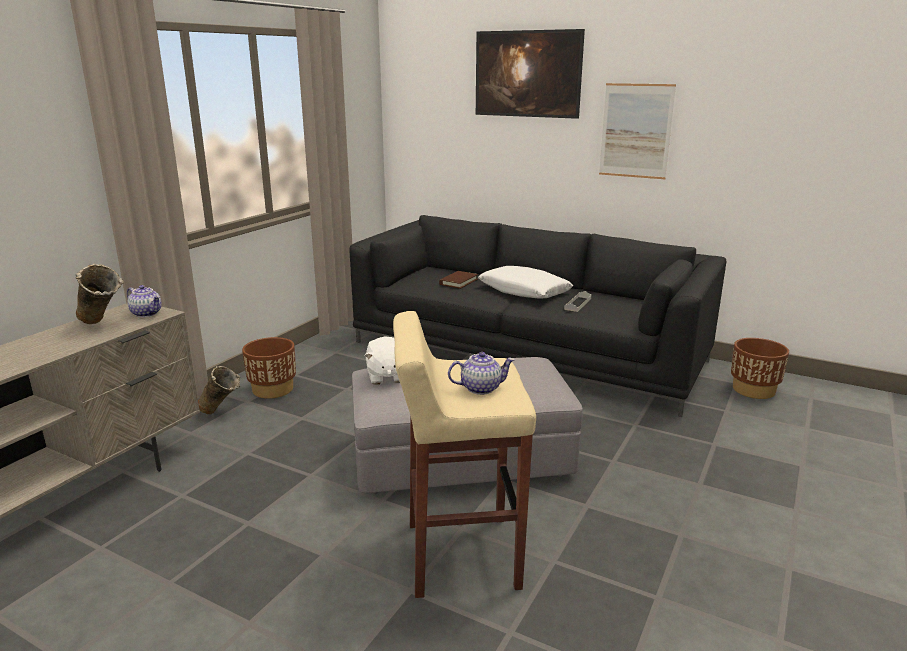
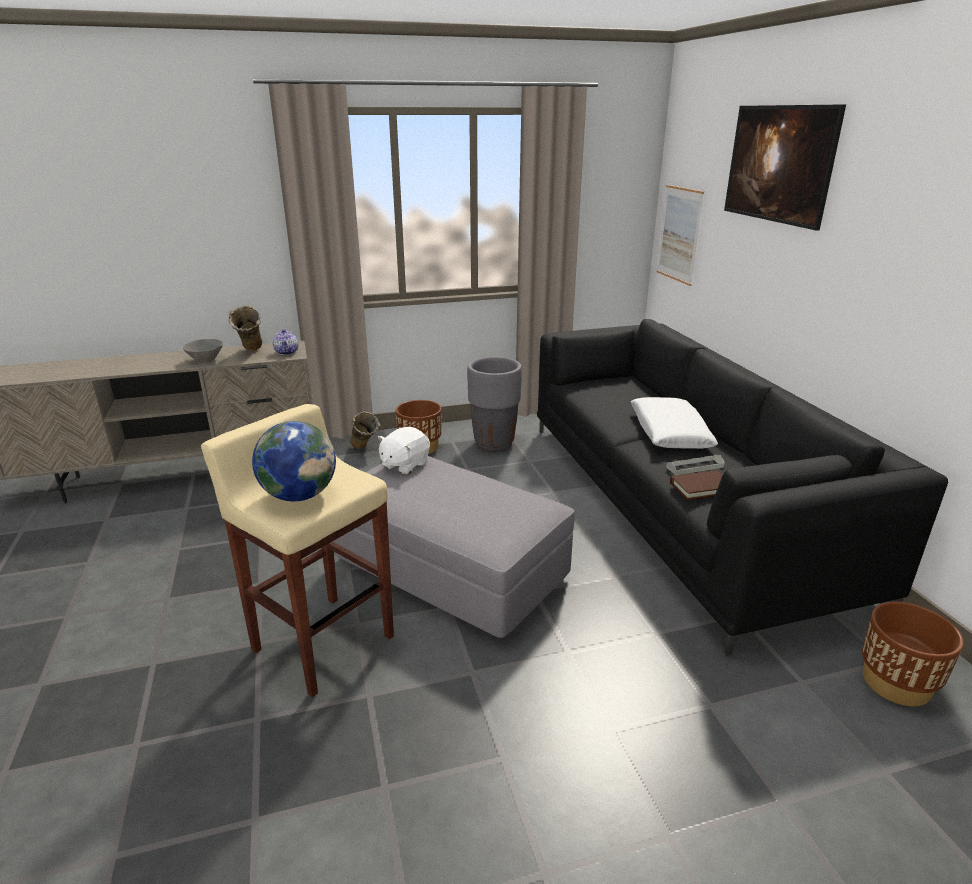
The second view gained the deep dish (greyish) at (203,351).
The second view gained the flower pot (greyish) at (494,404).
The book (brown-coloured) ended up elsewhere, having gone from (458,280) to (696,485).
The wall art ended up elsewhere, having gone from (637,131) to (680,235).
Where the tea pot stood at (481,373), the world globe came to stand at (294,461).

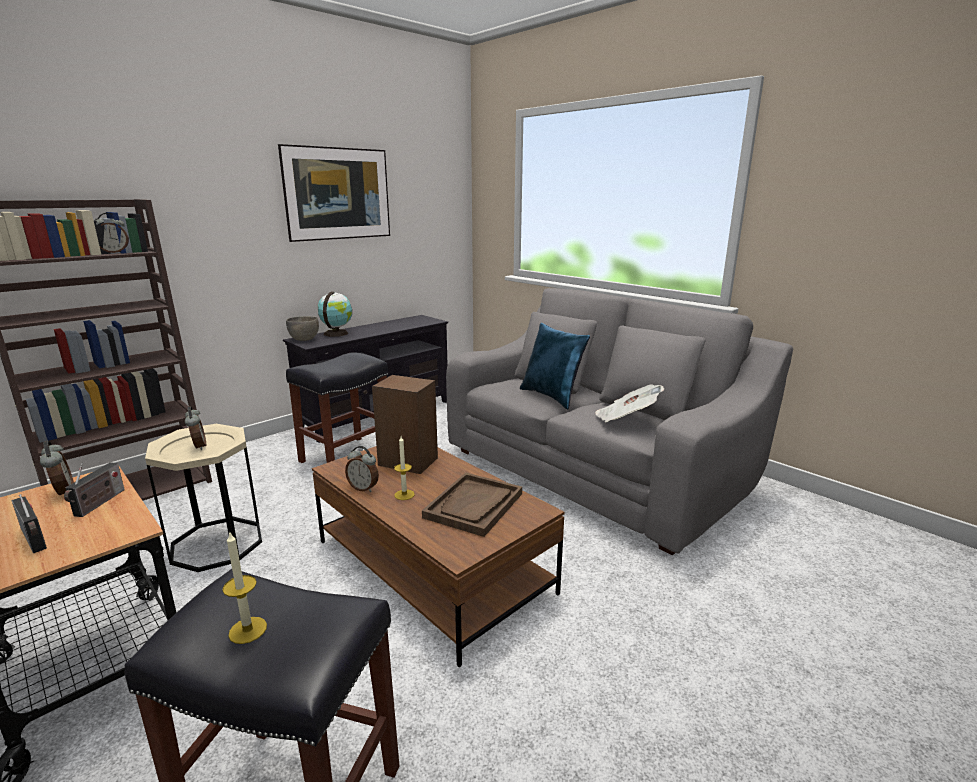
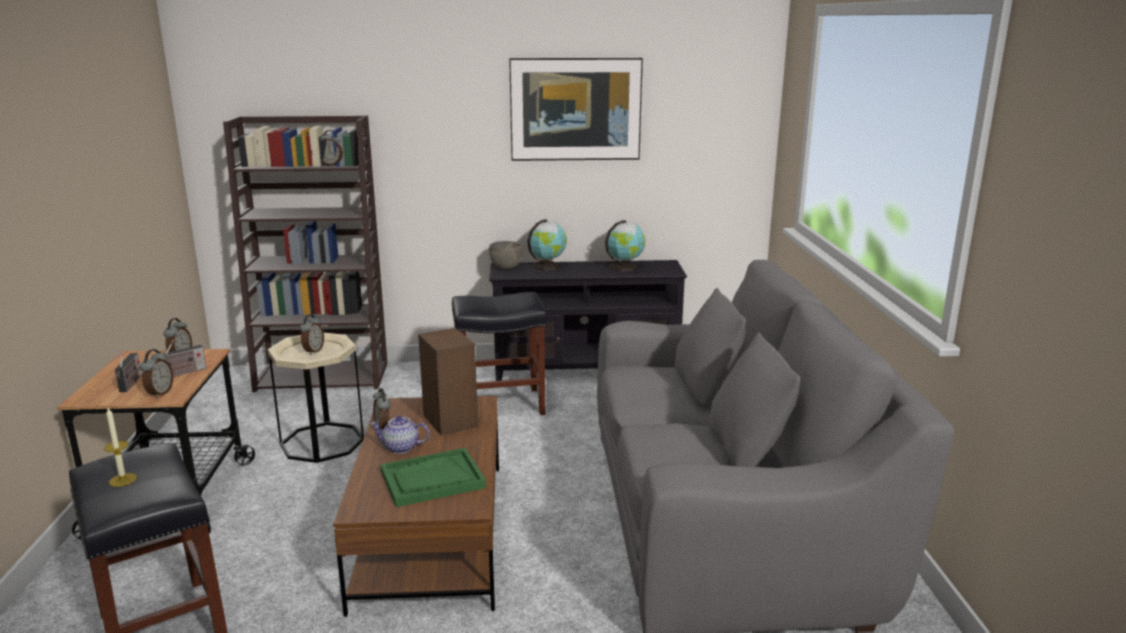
The second view lost the throw pillow (bluish) at (555,366).
The second view lost the newspaper at (629,403).
The second view gained the table clock at (156,373).
The second view gained the world globe at (625,246).
Where the wax candle stood at (404,468), the tea pot came to stand at (400,434).
What was the carrying tray (brown-coloured) at (472,505) turned into the carrying tray (green) at (433,477).

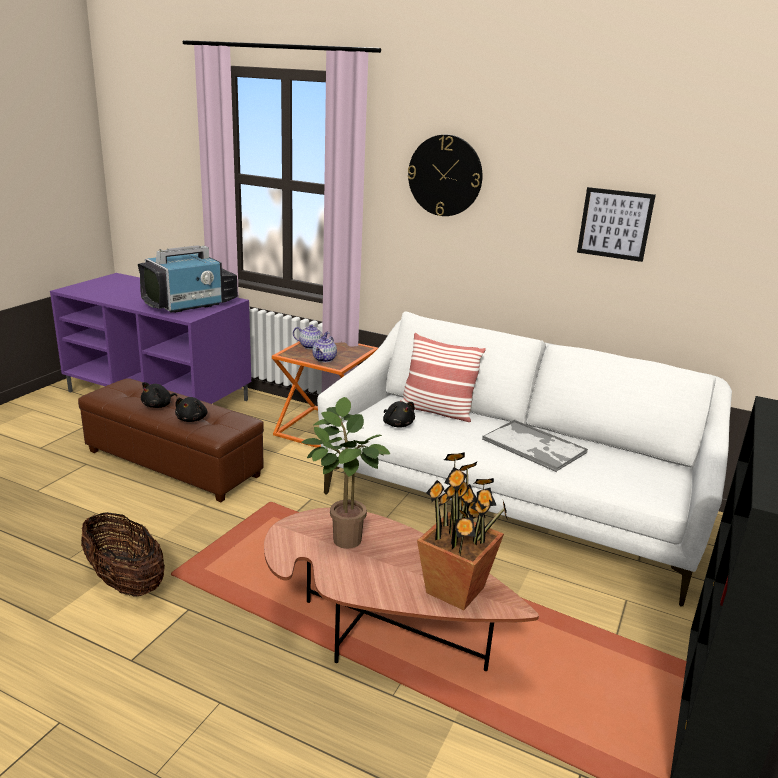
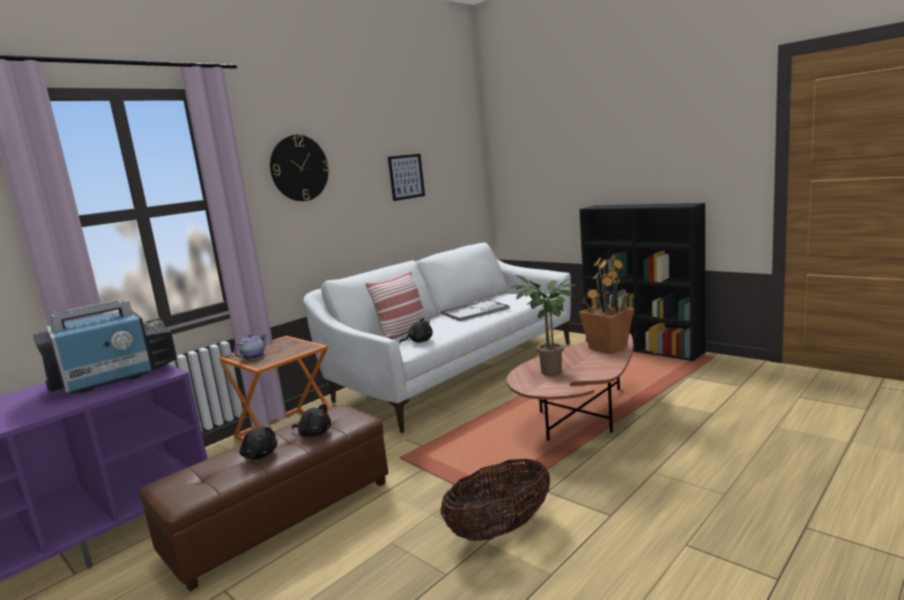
The second view lost the tea pot at (324,349).
The TV set at (188,279) ended up facing another way, 75 degrees clockwise from before.

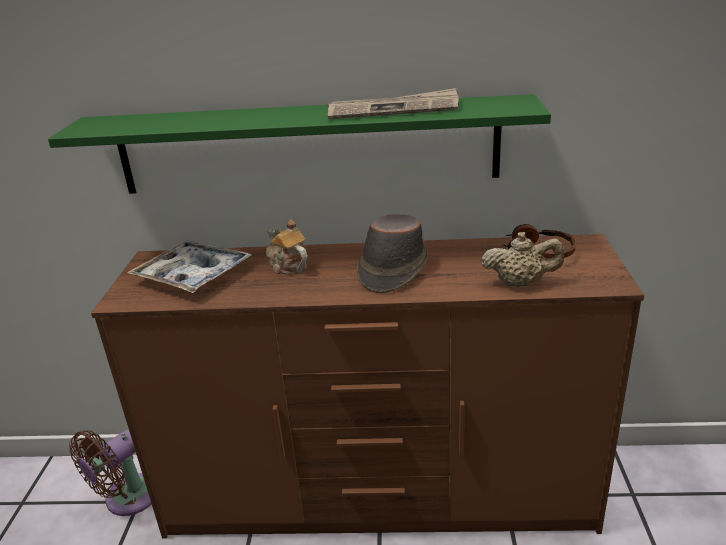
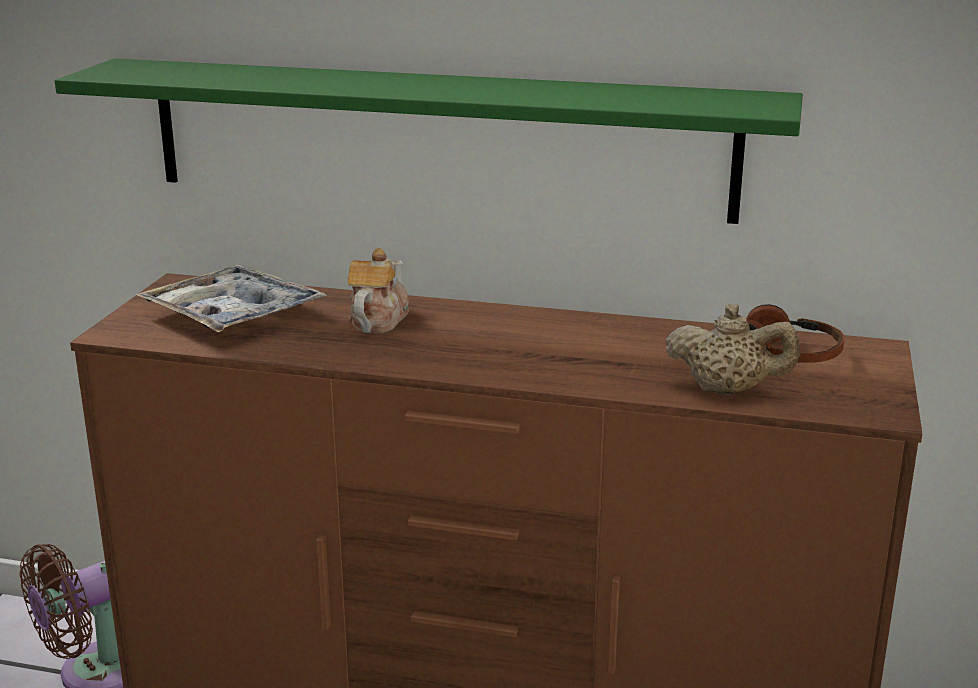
The second view lost the newspaper at (393,103).
The second view lost the wearable hat (brown-coloured) at (392,253).
The tea pot at (286,247) ended up facing another way, 45 degrees clockwise from before.

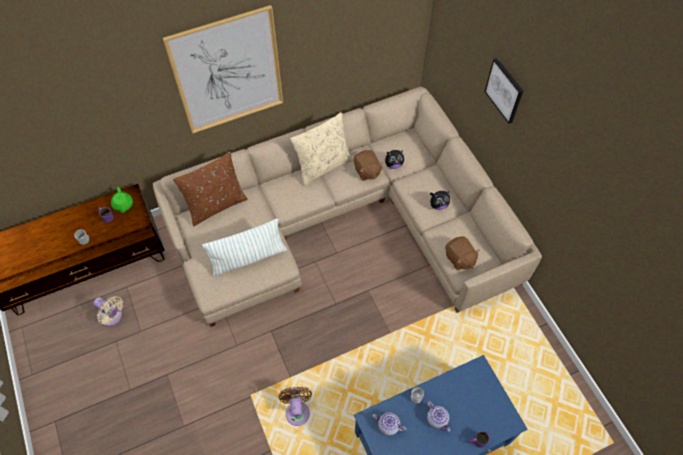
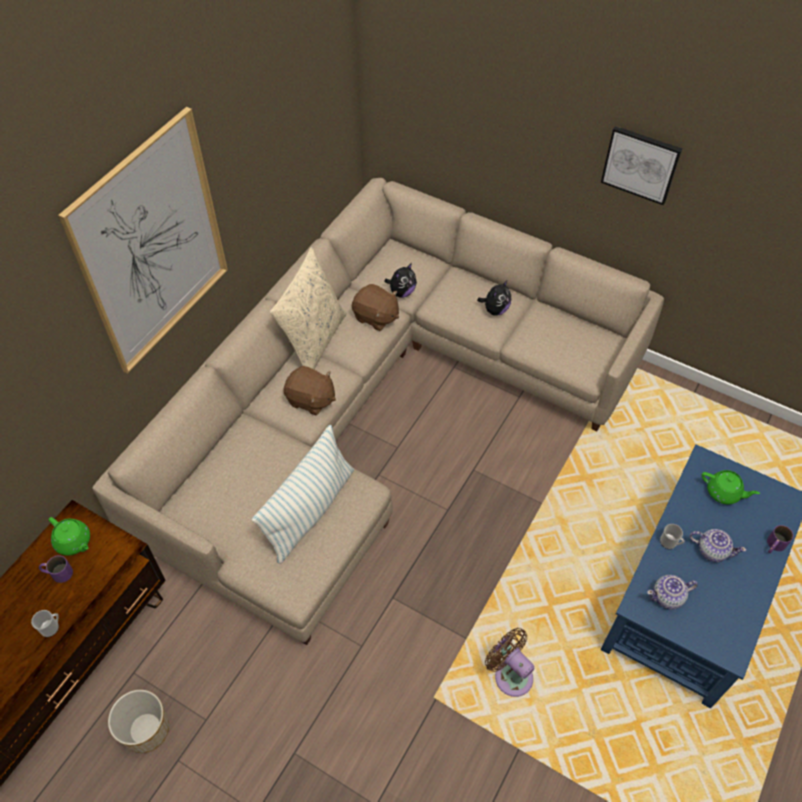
The second view lost the throw pillow (brown-coloured) at (210,189).
The second view gained the tea pot (green) at (730,487).
The plush toy (brown-coloured) ended up elsewhere, having gone from (462,253) to (310,390).
The wall art ended up elsewhere, having gone from (504,91) to (641,165).
Where the cooling fan (beige-coloured) stood at (108,311), the flower pot came to stand at (138,721).

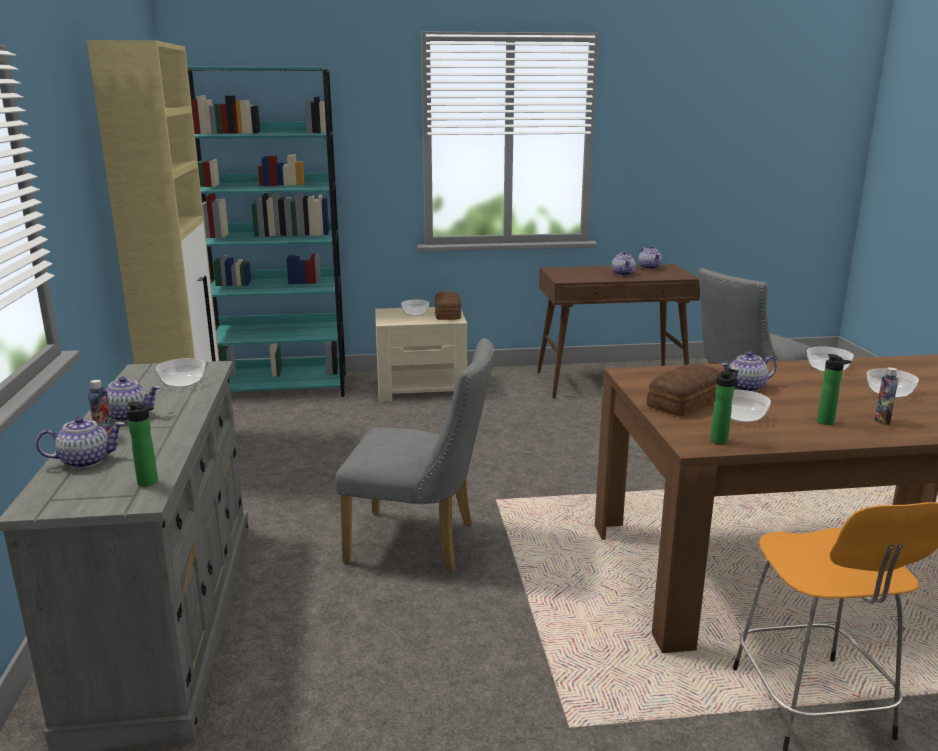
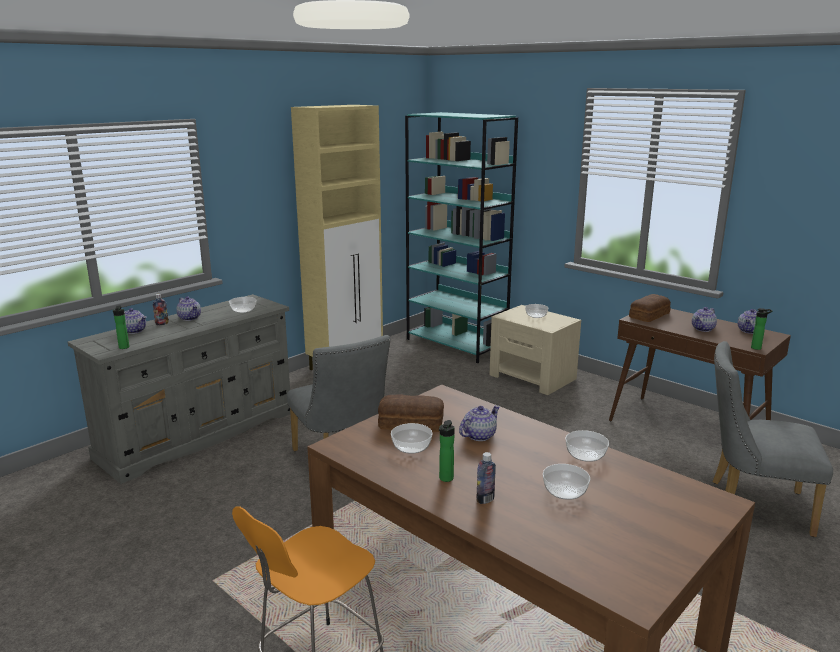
The bakery bread ended up elsewhere, having gone from (447,306) to (650,308).
The bottle ended up elsewhere, having gone from (724,406) to (762,329).
The tea pot at (749,372) ended up facing another way, 105 degrees clockwise from before.

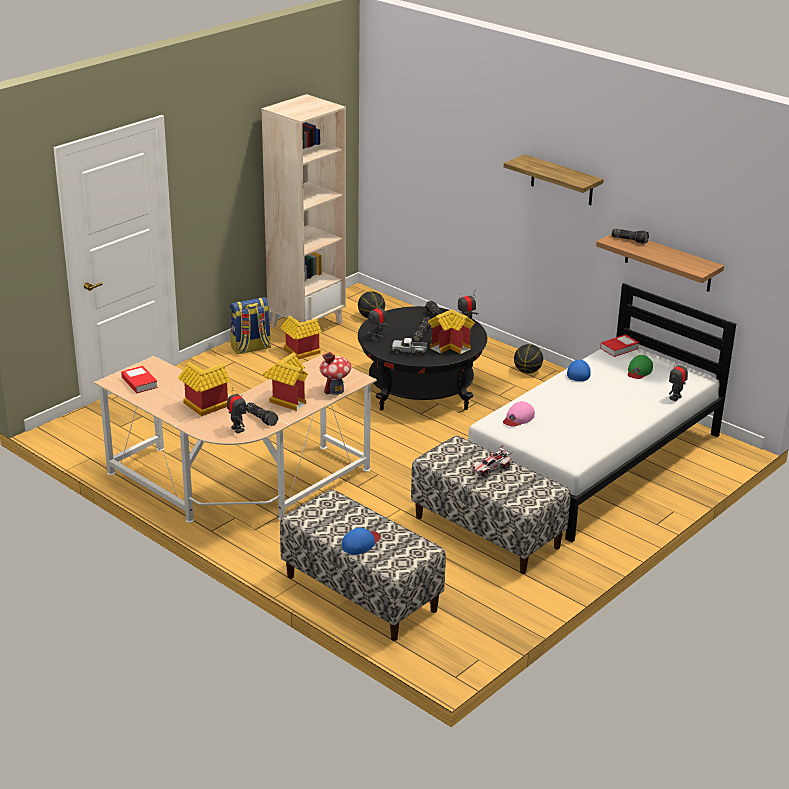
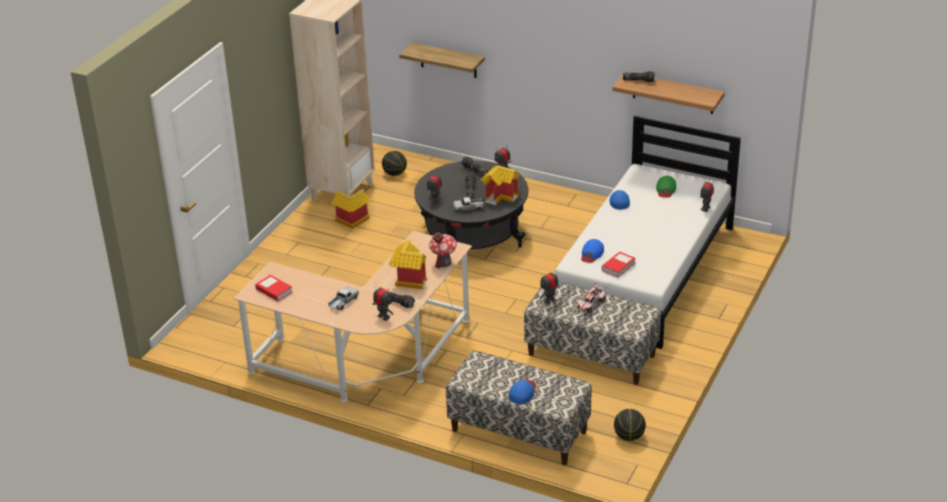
The second view lost the rucksack at (250,325).
The second view gained the robot figure at (550,288).
The wall shelf ended up elsewhere, having gone from (554,179) to (442,60).
The ball for basketball ended up elsewhere, having gone from (528,358) to (630,425).
The book ended up elsewhere, having gone from (619,346) to (619,265).
Where the model house stood at (204,389), the model truck came to stand at (343,298).
What was the baseball cap (pink) at (519,414) turned into the baseball cap (bluish) at (592,251).

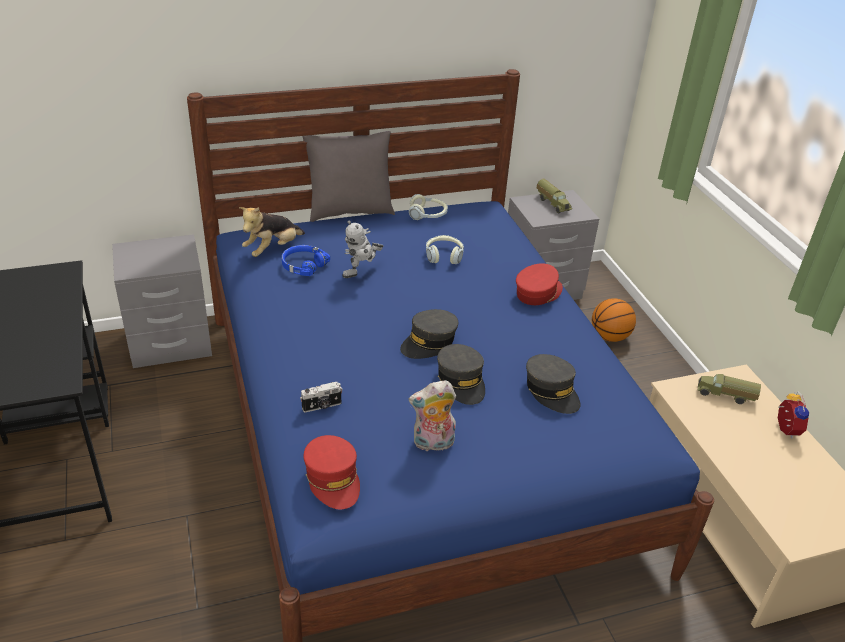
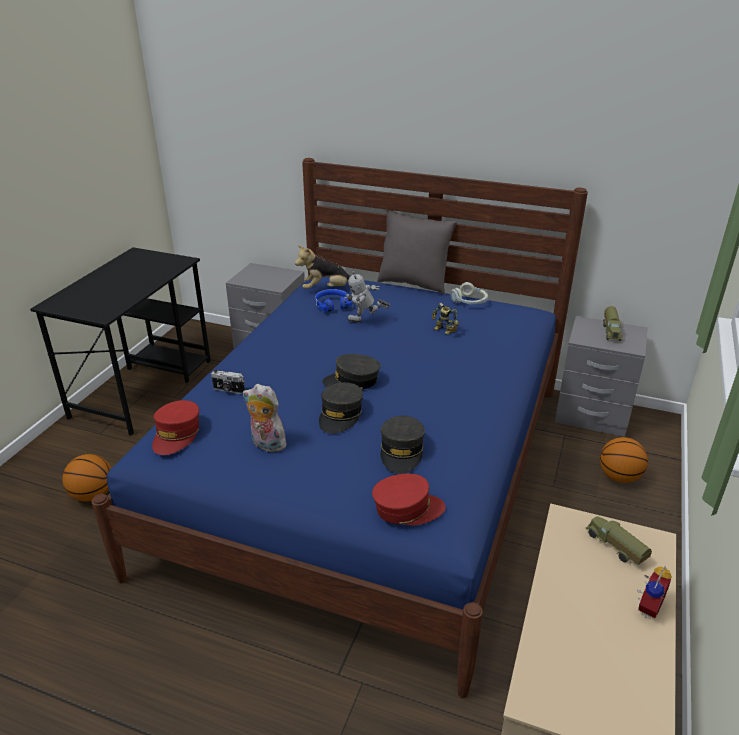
The second view gained the ball for basketball at (87,478).
The baseball cap (red-coloured) ended up elsewhere, having gone from (539,284) to (408,499).
Where the headphones stood at (445,249), the robot figure came to stand at (445,319).

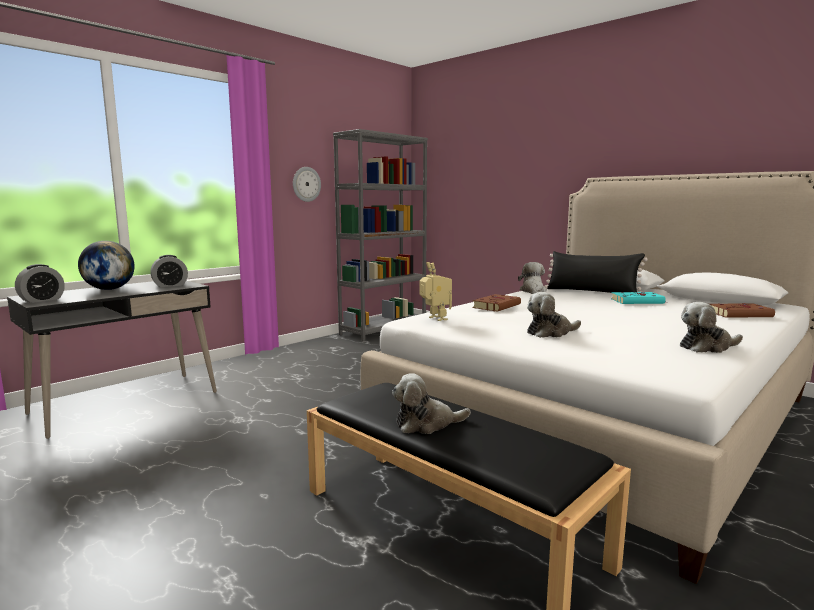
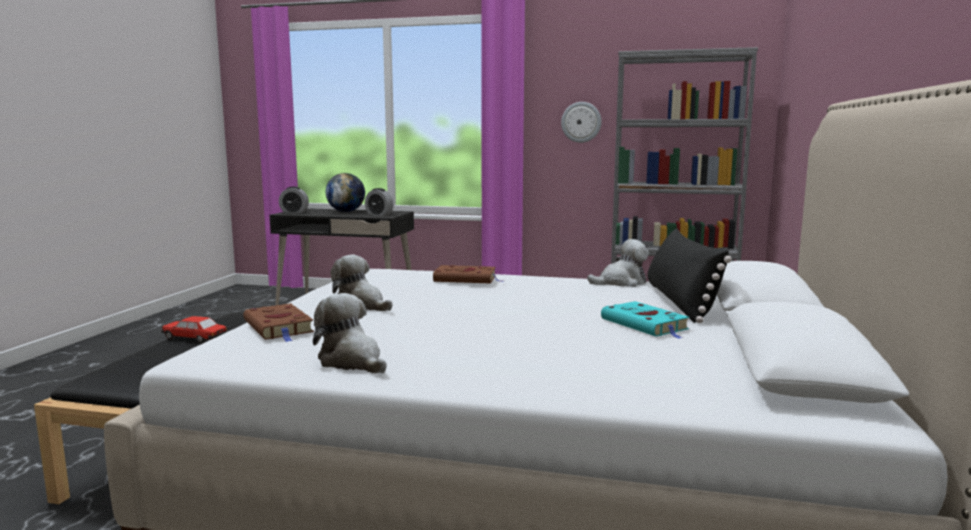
The second view lost the robot figure at (435,291).
The book (brown-coloured) ended up elsewhere, having gone from (742,310) to (278,322).
Where the plush toy stood at (431,403), the miniature car came to stand at (194,329).

